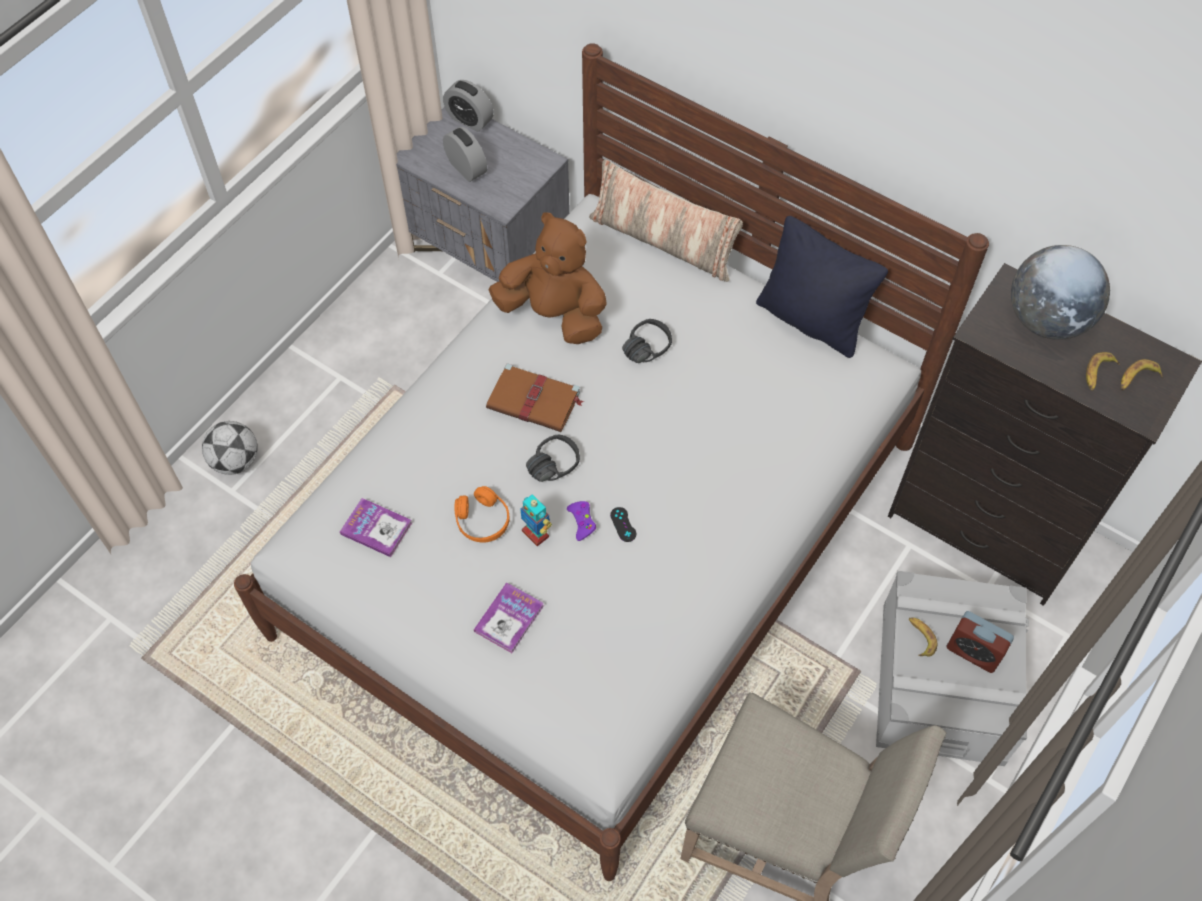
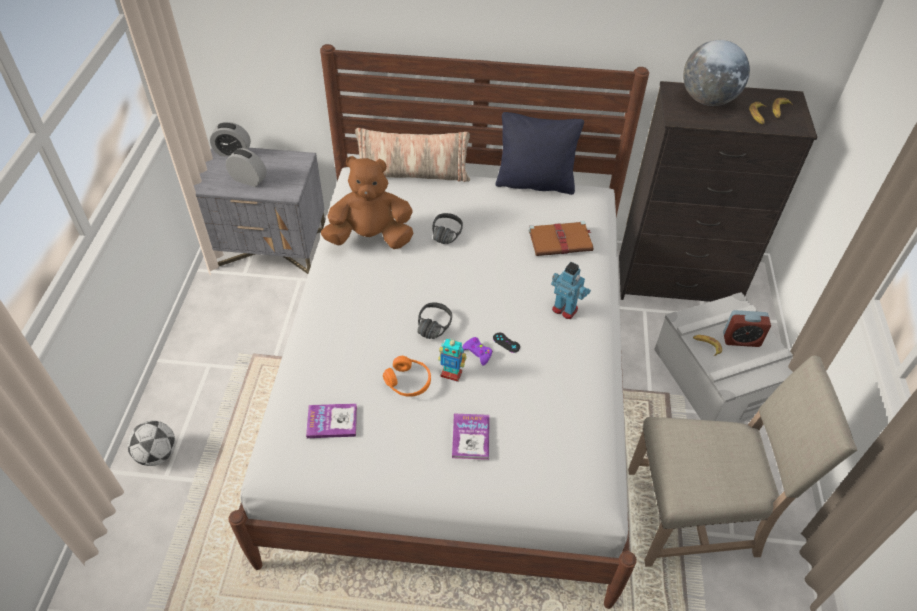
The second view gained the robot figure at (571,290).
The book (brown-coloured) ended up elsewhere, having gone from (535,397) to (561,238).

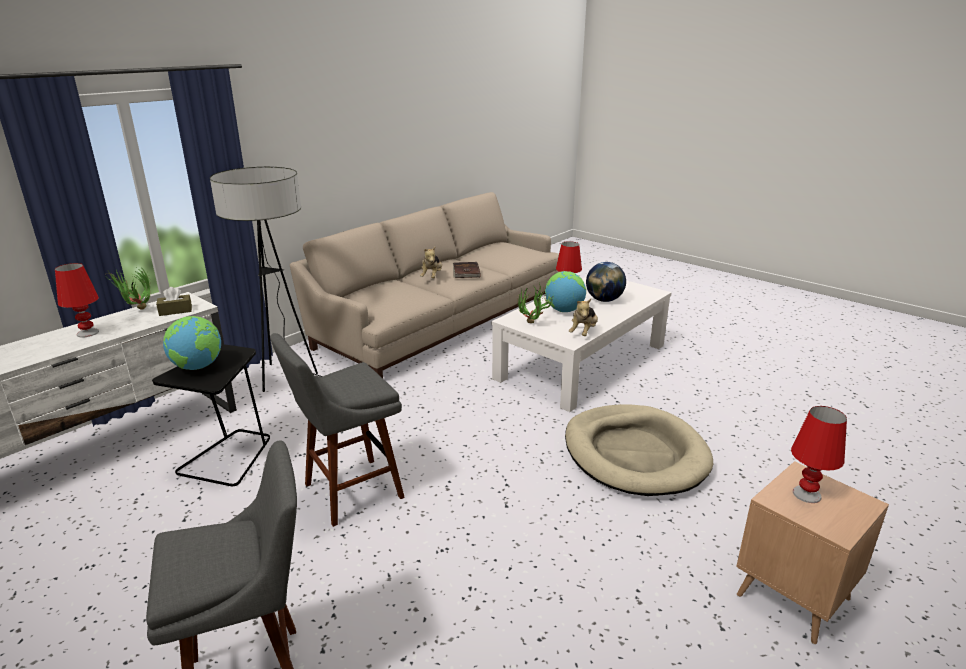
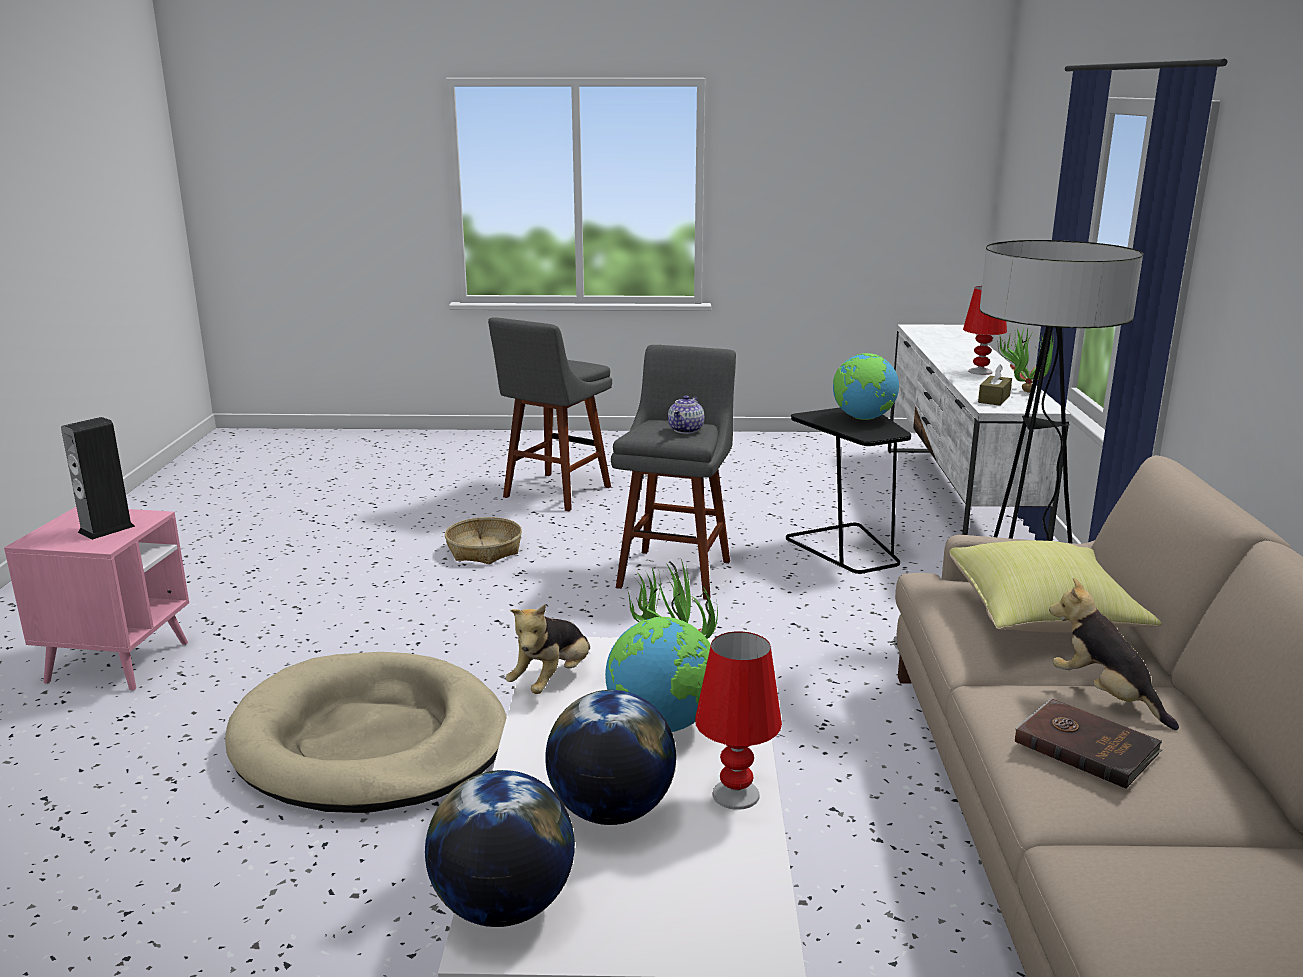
The second view gained the world globe at (500,848).
The second view gained the basket at (483,540).
The second view gained the tea pot at (686,414).
The second view gained the throw pillow (yellow) at (1055,587).
Where the table lamp (red-coloured) stood at (819,454), the speaker came to stand at (98,478).
What was the side table (brown-coloured) at (812,553) turned into the side table (pink) at (96,599).
The plush toy at (583,317) ended up facing another way, 135 degrees counterclockwise from before.

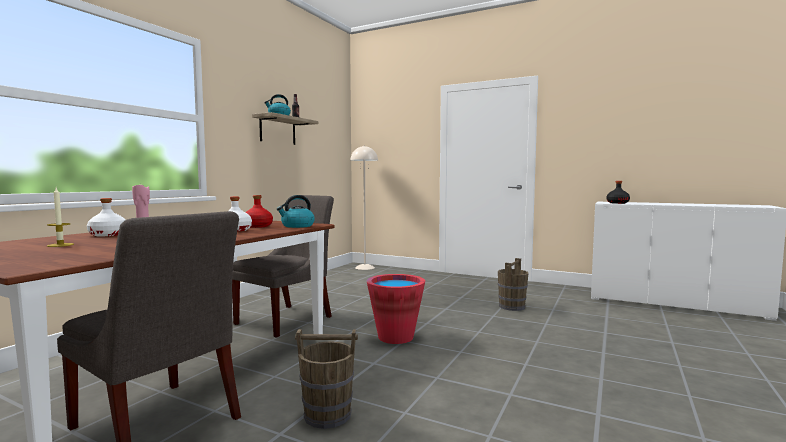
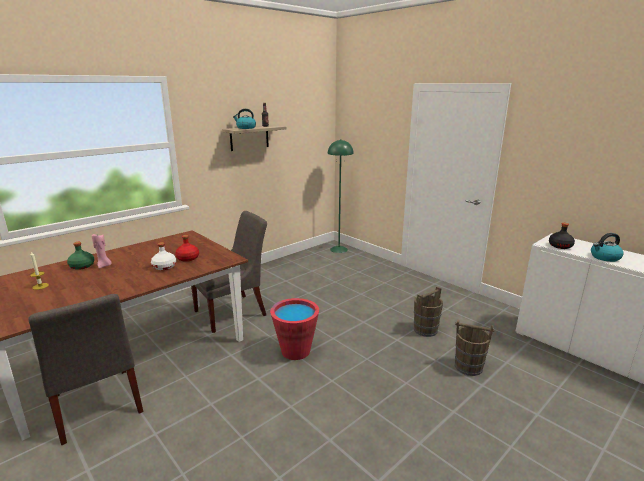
The kettle ended up elsewhere, having gone from (296,211) to (607,247).
The pail (brown-coloured) ended up elsewhere, having gone from (326,379) to (474,347).
What was the bottle (white) at (106,217) turned into the bottle (green) at (81,256).
What was the standard lamp (beige-coloured) at (364,208) turned into the standard lamp (green) at (341,196).

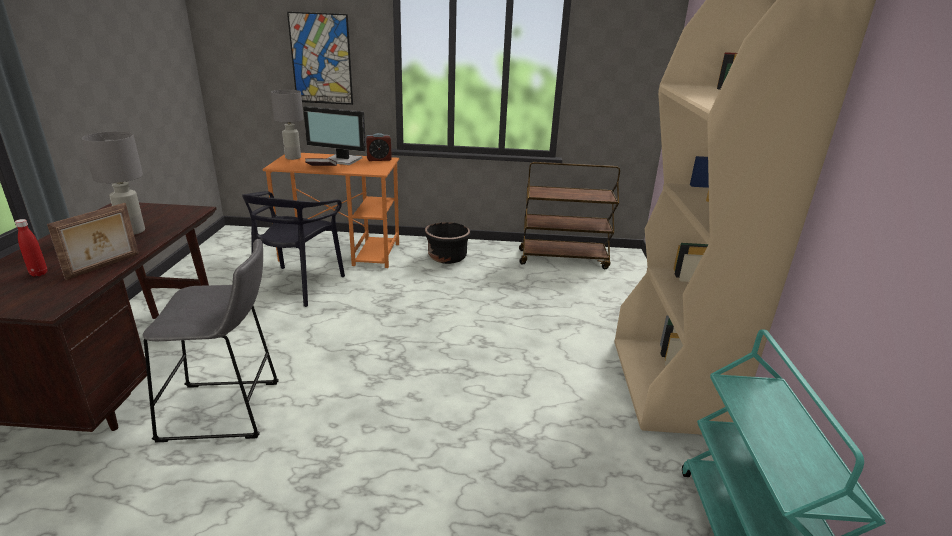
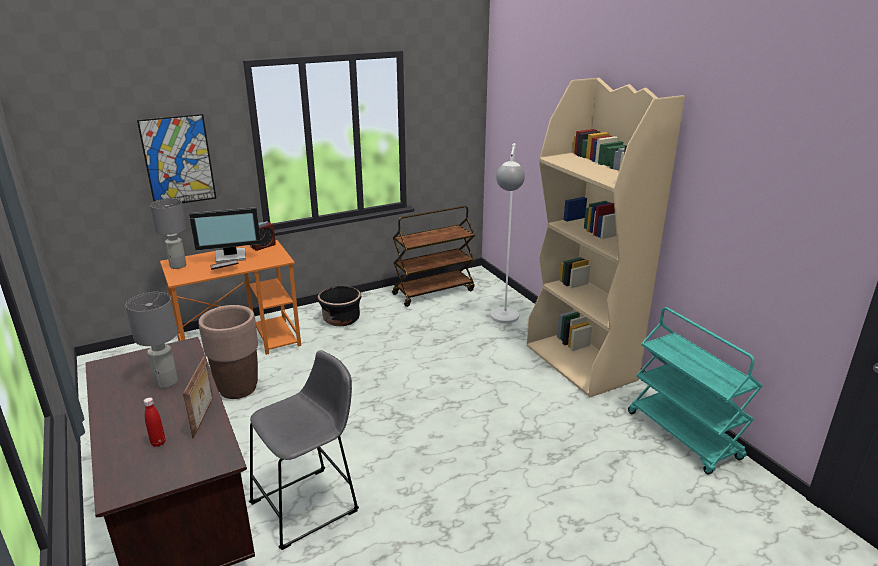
The second view gained the standard lamp (white) at (508,233).
Where the upright chair (black) stood at (293,249), the flower pot (brown-coloured) came to stand at (228,352).

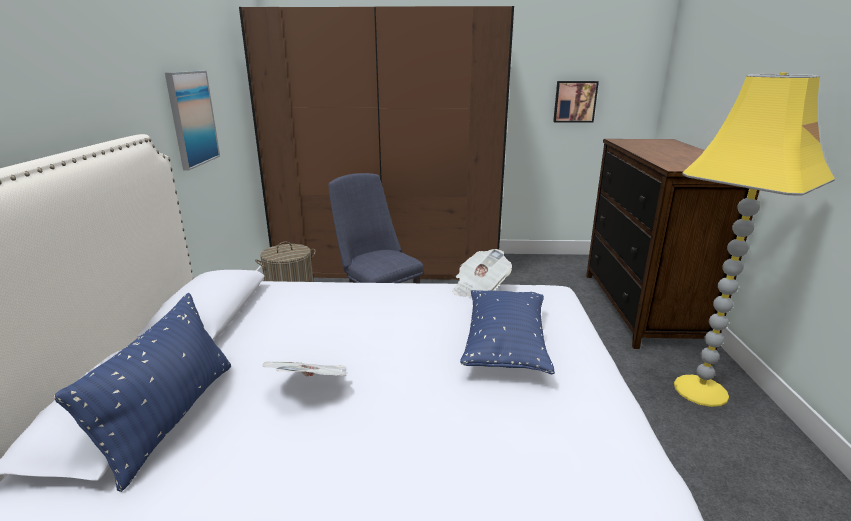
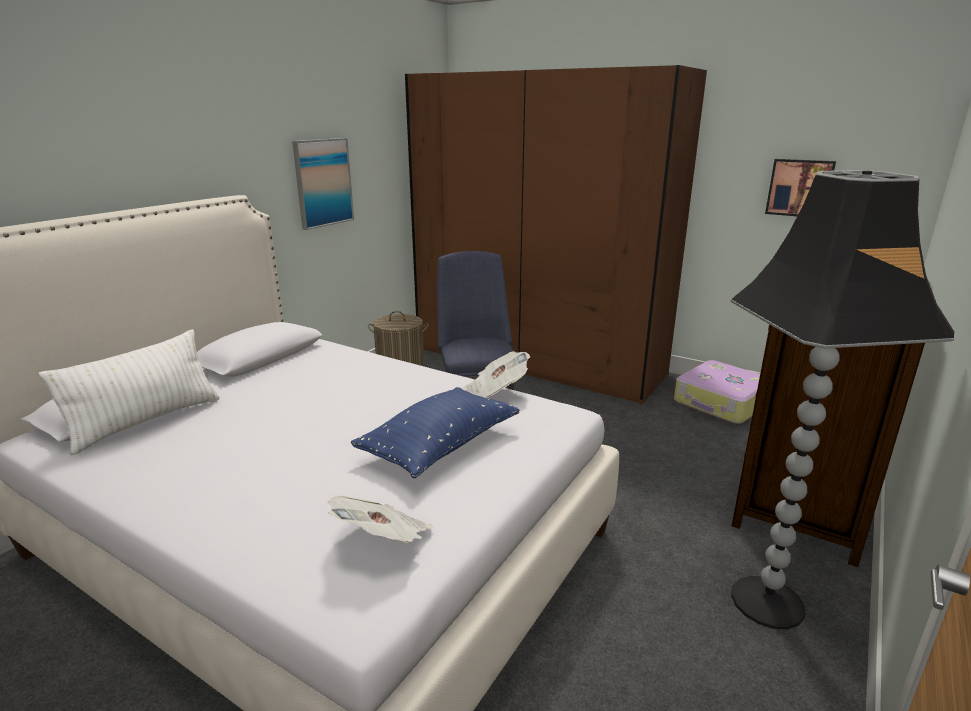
The second view gained the travel case at (717,392).
The newspaper ended up elsewhere, having gone from (305,368) to (380,519).
What was the throw pillow (bluish) at (142,392) turned into the throw pillow (white) at (129,392).
What was the standard lamp (yellow) at (754,240) turned into the standard lamp (black) at (843,399).

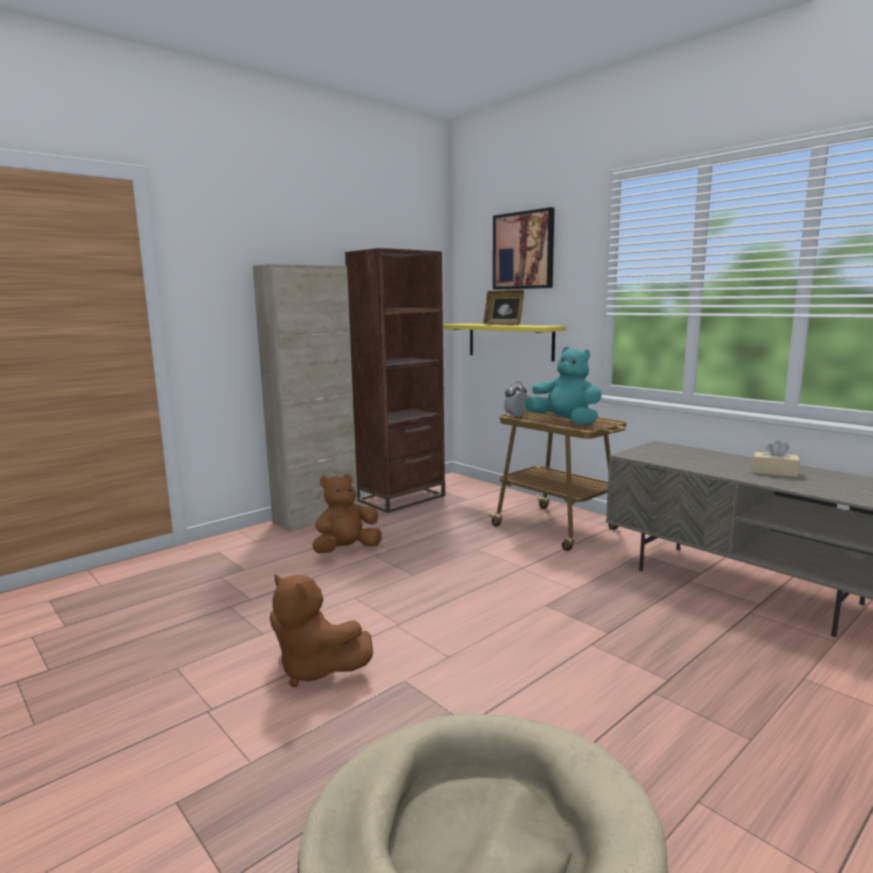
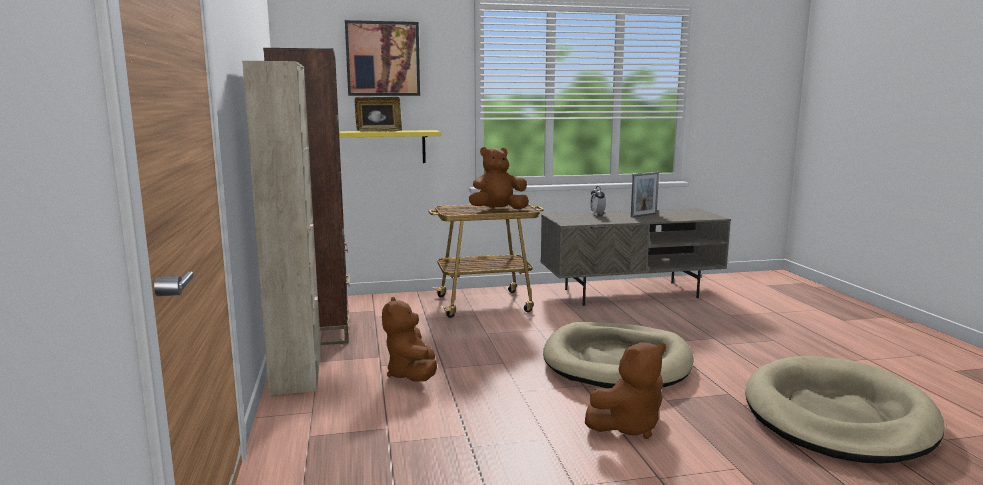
The second view gained the dog bed (beige-coloured) at (618,355).
The table clock ended up elsewhere, having gone from (515,399) to (598,200).
Where the box of tissues (beige-coloured) stood at (776,458), the photo frame came to stand at (645,195).
What was the plush toy (turquoise-coloured) at (563,386) turned into the plush toy (brown-coloured) at (499,178).

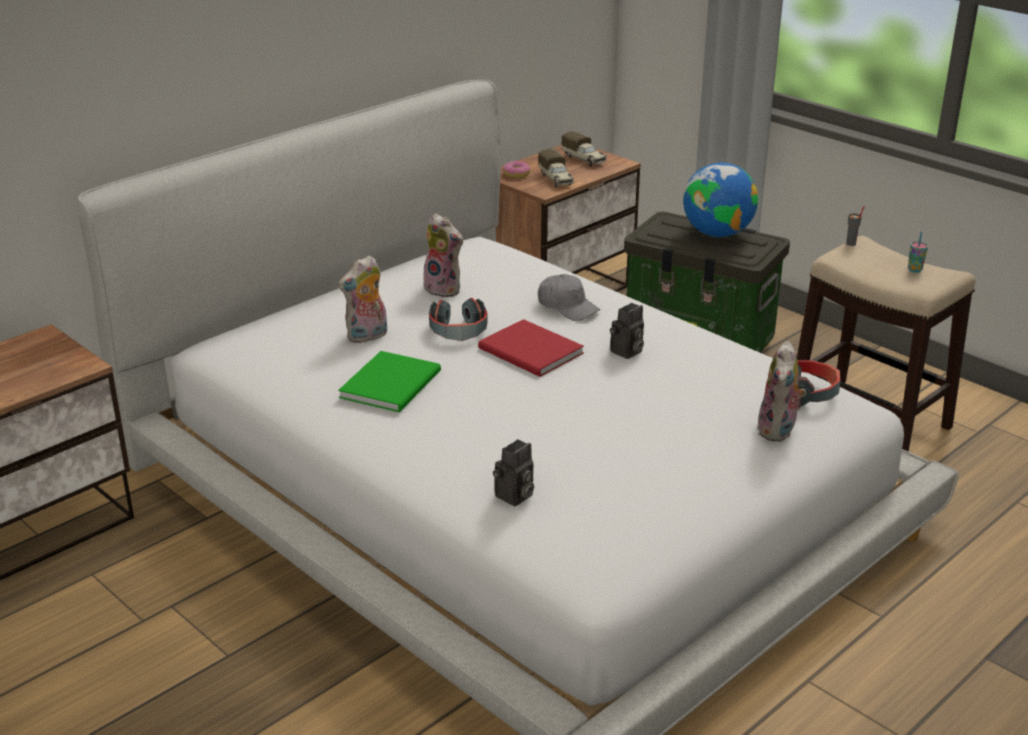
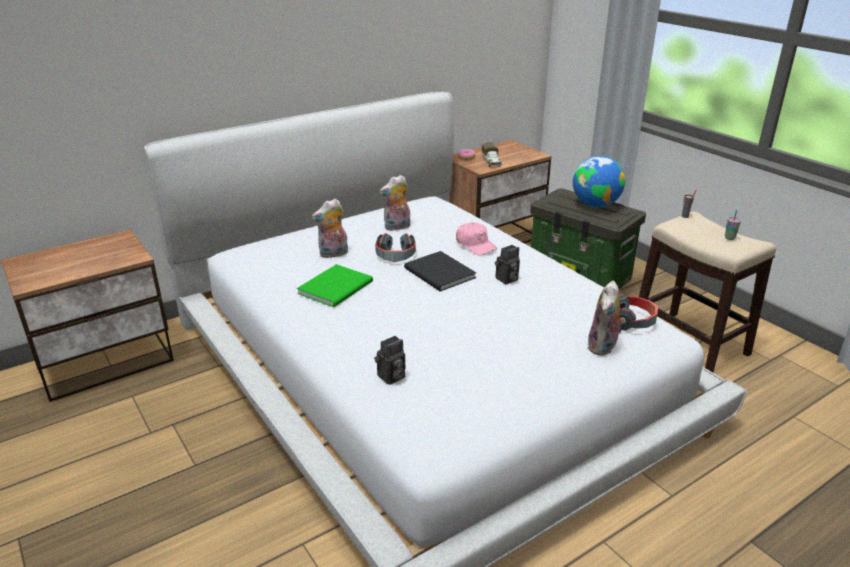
The second view lost the model truck at (584,148).
What was the book (red-coloured) at (531,348) turned into the book (black) at (440,271).
What was the baseball cap (greyish) at (569,297) turned into the baseball cap (pink) at (476,238).
The plush toy at (443,255) ended up facing another way, 105 degrees clockwise from before.

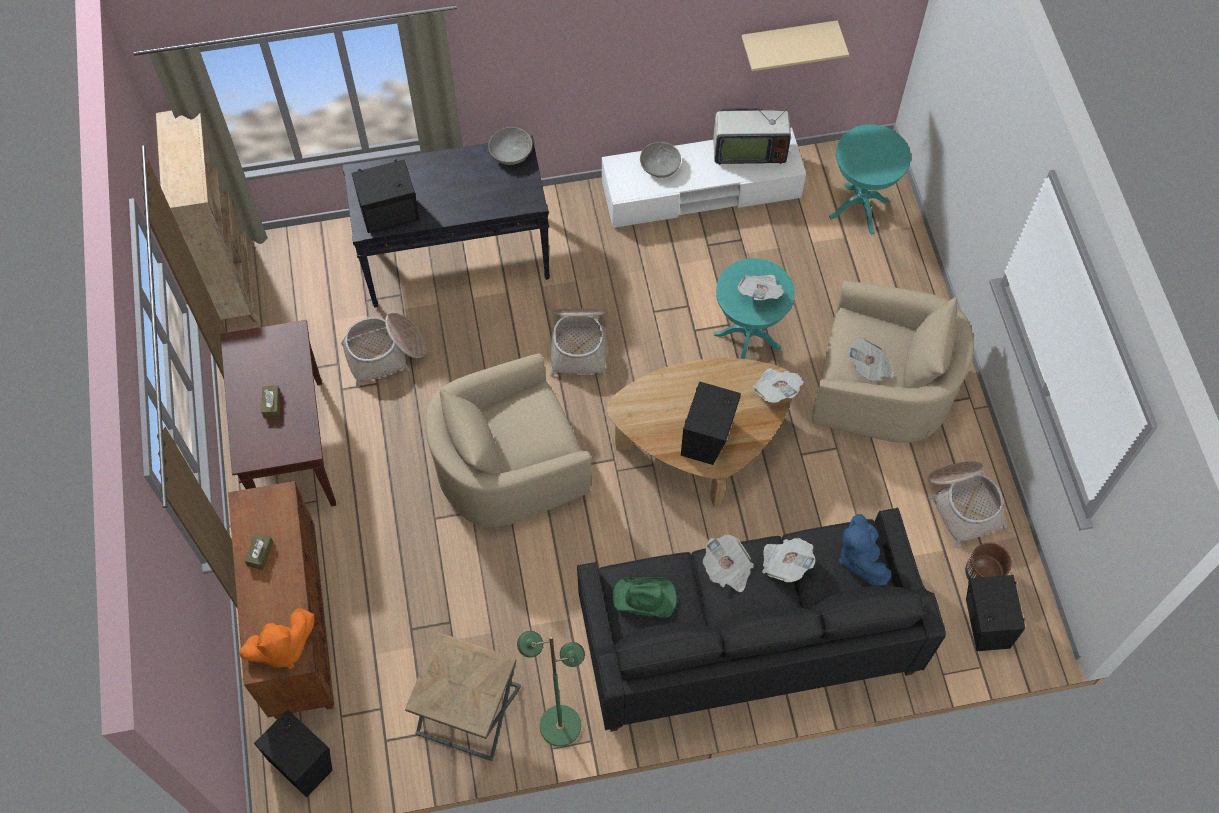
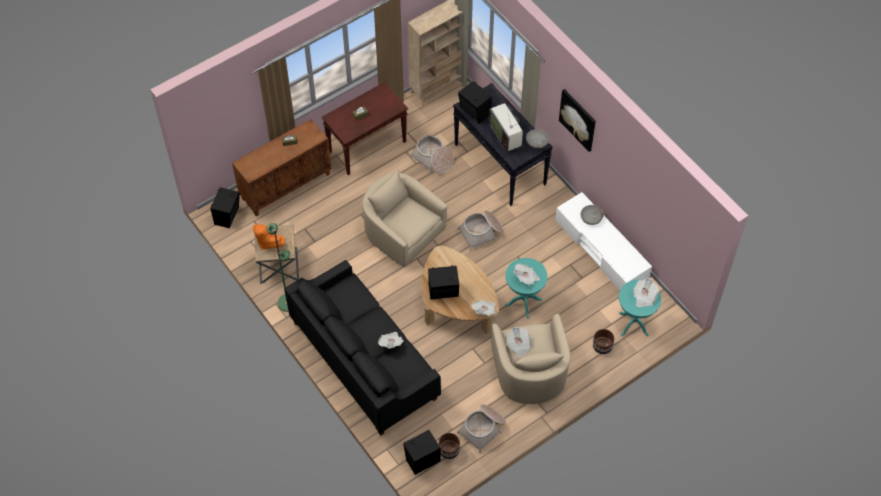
The second view lost the wearable hat (green) at (645,597).
The second view lost the wall shelf (beige-coloured) at (795,45).
The second view lost the plush toy (bluish) at (865,549).
The second view gained the wall art at (577,120).
The second view gained the flower pot (brown-coloured) at (603,341).
The plush toy (orange) ended up elsewhere, having gone from (277,638) to (269,237).
The newspaper ended up elsewhere, having gone from (728,563) to (646,292).
The TV set ended up elsewhere, having gone from (755,131) to (506,127).

